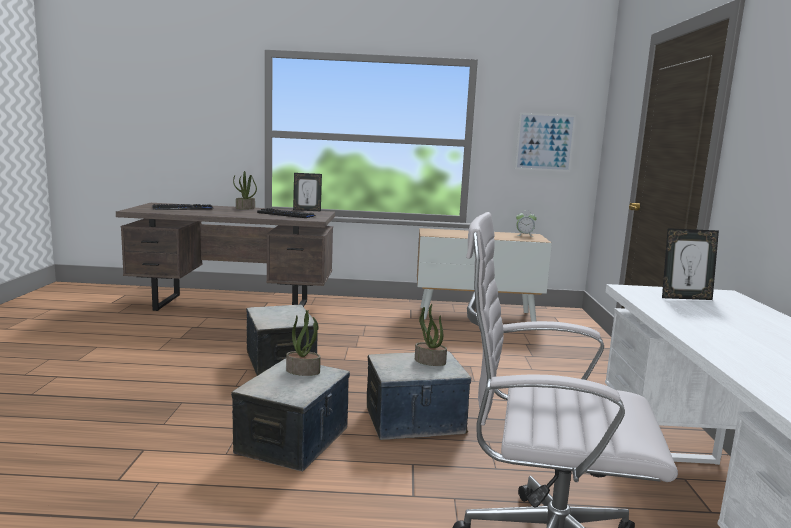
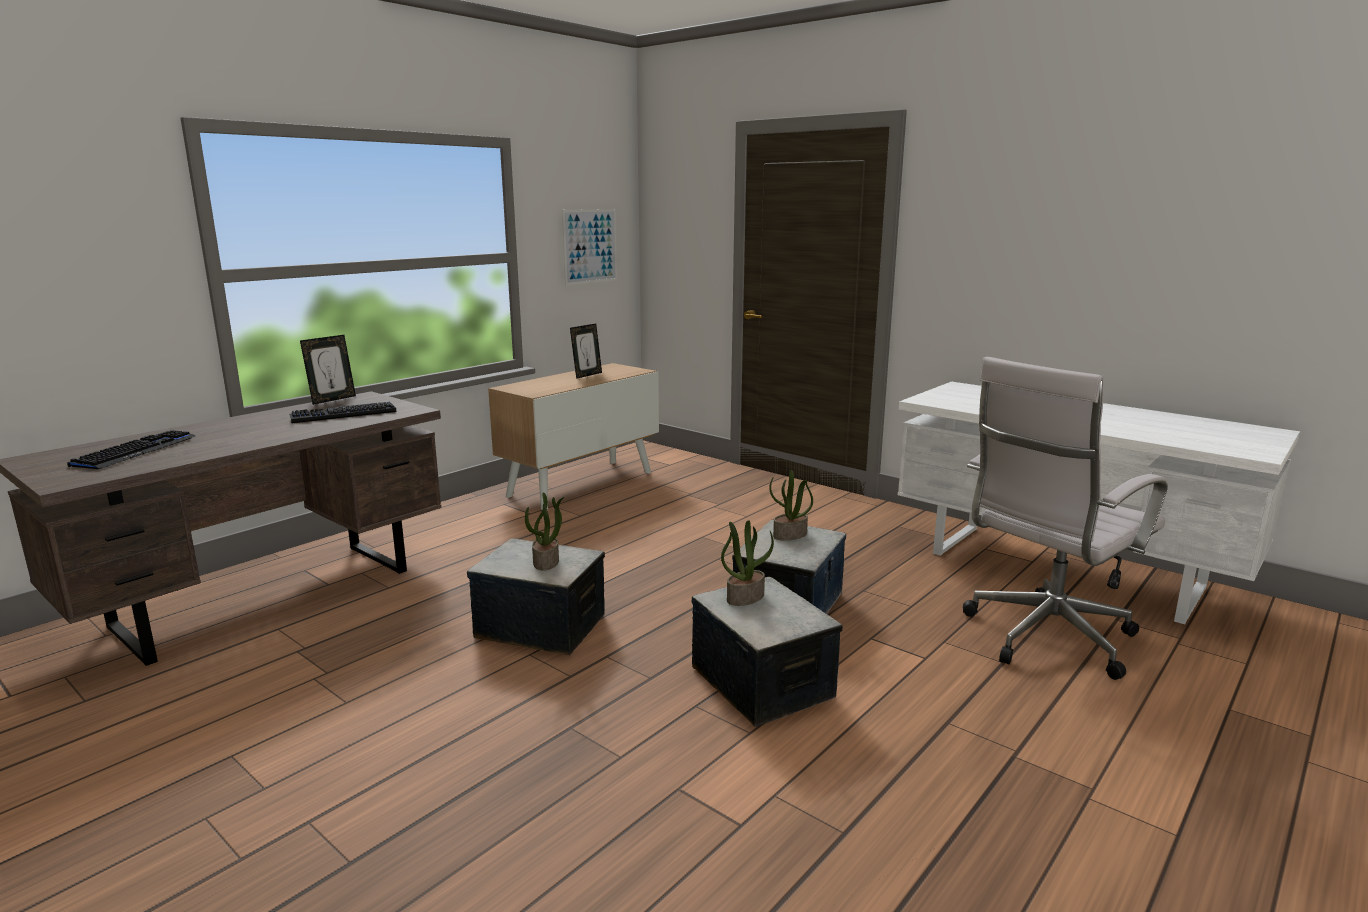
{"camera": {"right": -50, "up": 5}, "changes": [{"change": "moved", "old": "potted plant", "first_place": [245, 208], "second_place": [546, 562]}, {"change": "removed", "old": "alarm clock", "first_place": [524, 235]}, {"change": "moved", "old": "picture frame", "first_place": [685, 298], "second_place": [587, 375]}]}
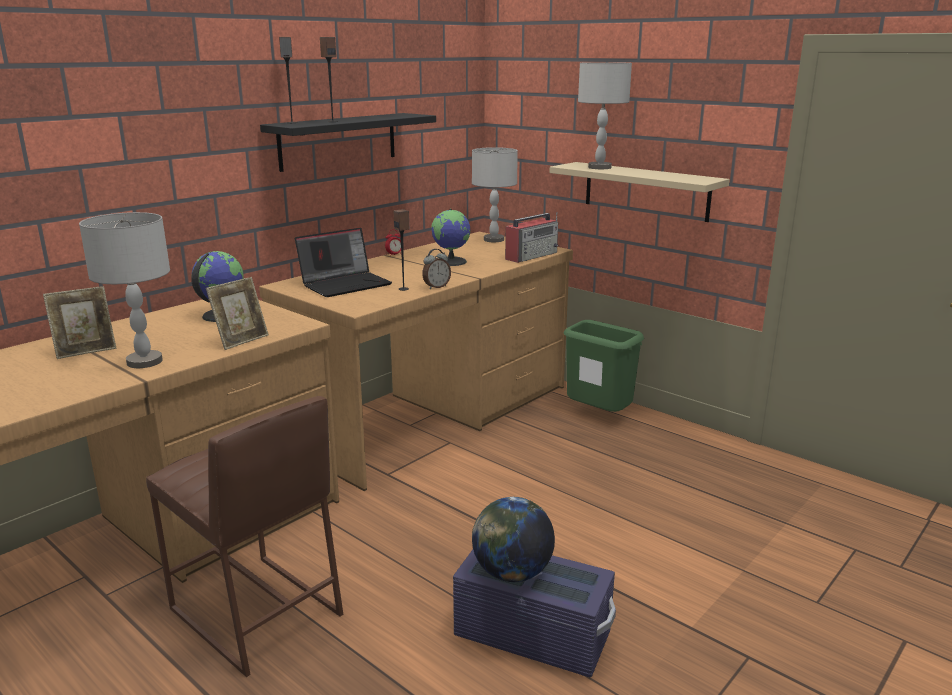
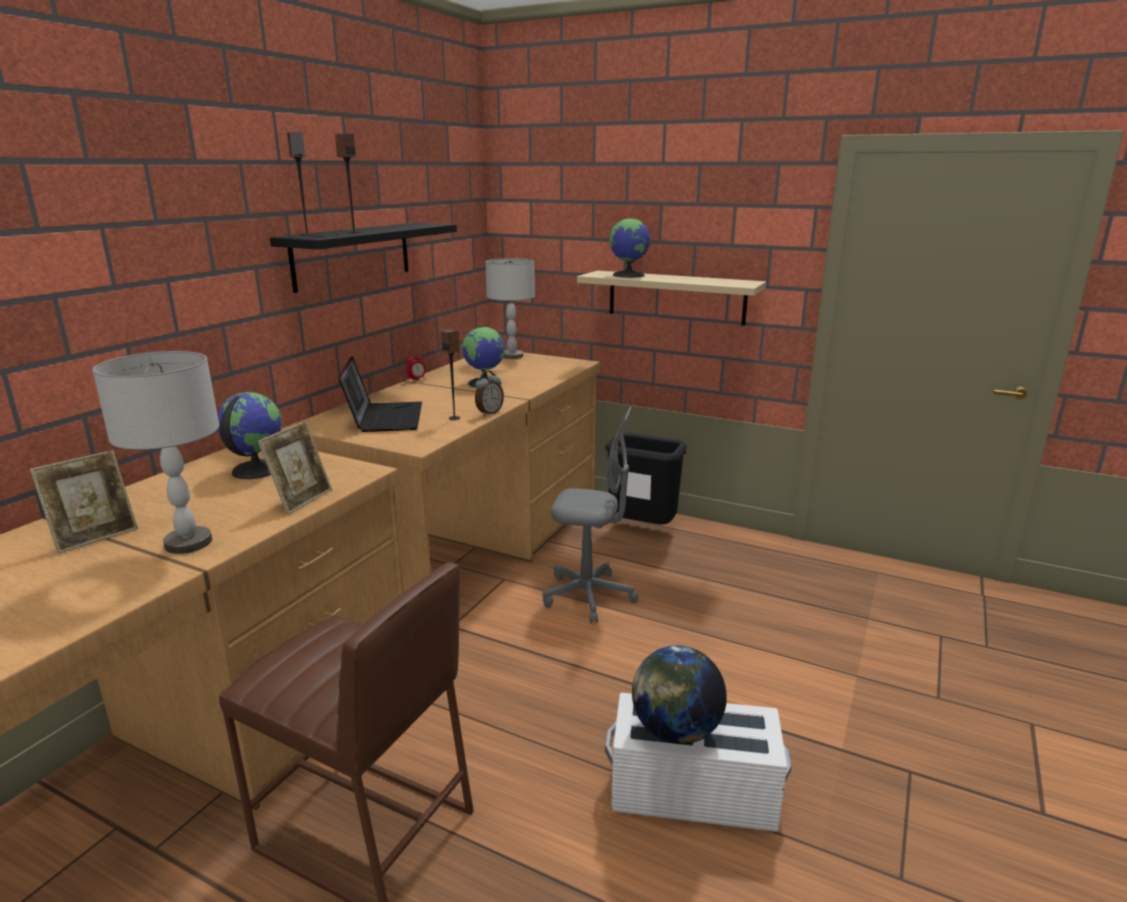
{"camera": {"right": -15, "up": 0}, "changes": [{"change": "turned", "old": "laptop", "first_place": [346, 284], "second_place": [384, 418], "degrees": -45}, {"change": "recoloured", "old": "storage box in purple", "new": "storage box in white", "first_place": [531, 635], "second_place": [692, 793]}, {"change": "removed", "old": "radio", "first_place": [532, 256]}, {"change": "recoloured", "old": "trash can in green", "new": "trash can in black", "first_place": [599, 416], "second_place": [643, 530]}, {"change": "replaced", "old": "table lamp in grey", "new": "globe", "first_place": [600, 167], "second_place": [629, 275]}, {"change": "added", "new": "office chair in grey", "second_place": [588, 596]}]}
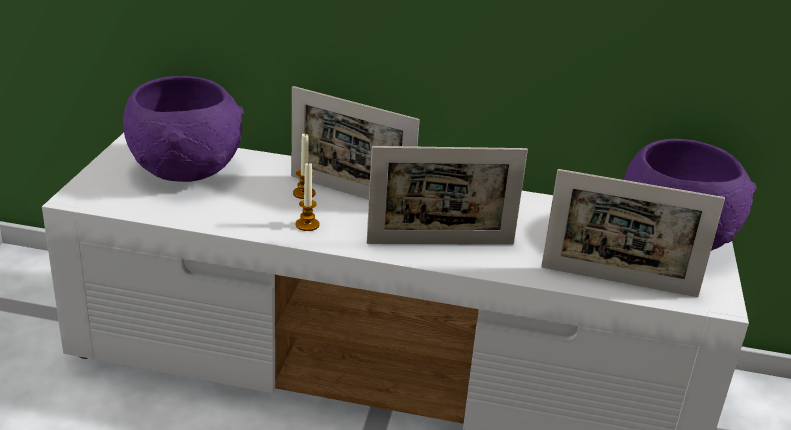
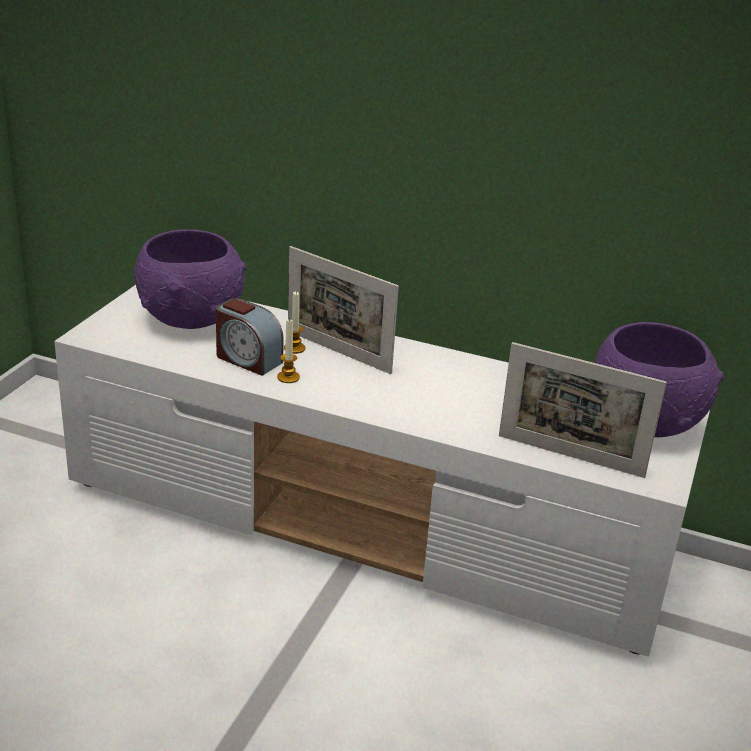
{"camera": {"right": 10, "up": 0}, "changes": [{"change": "removed", "old": "picture frame", "first_place": [440, 243]}, {"change": "added", "new": "alarm clock", "second_place": [247, 359]}]}
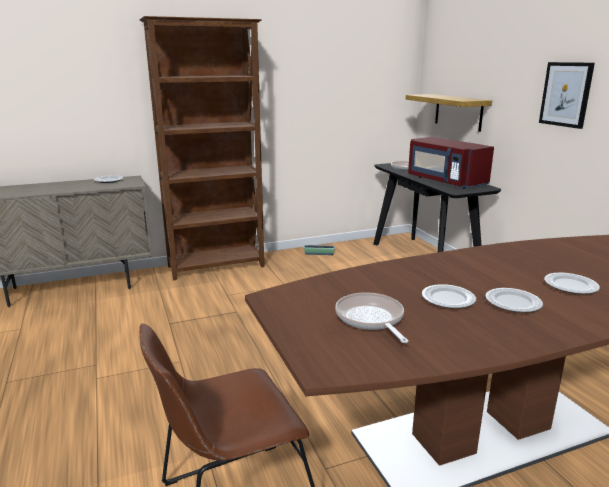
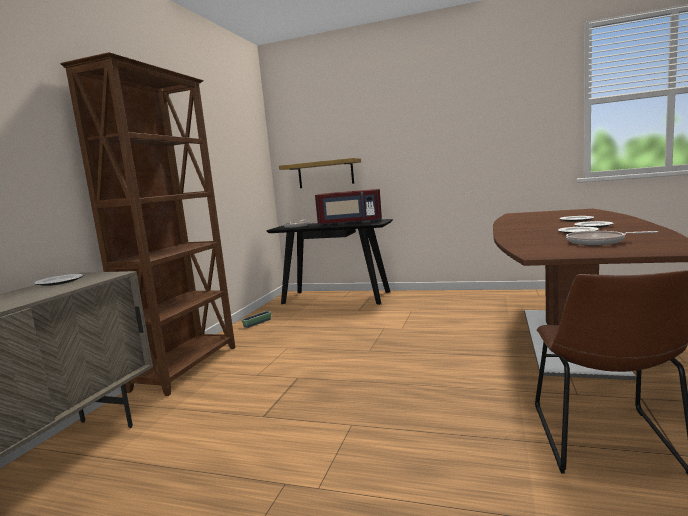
{"camera": {"right": -50, "up": -10}, "changes": [{"change": "removed", "old": "picture", "first_place": [566, 94]}]}
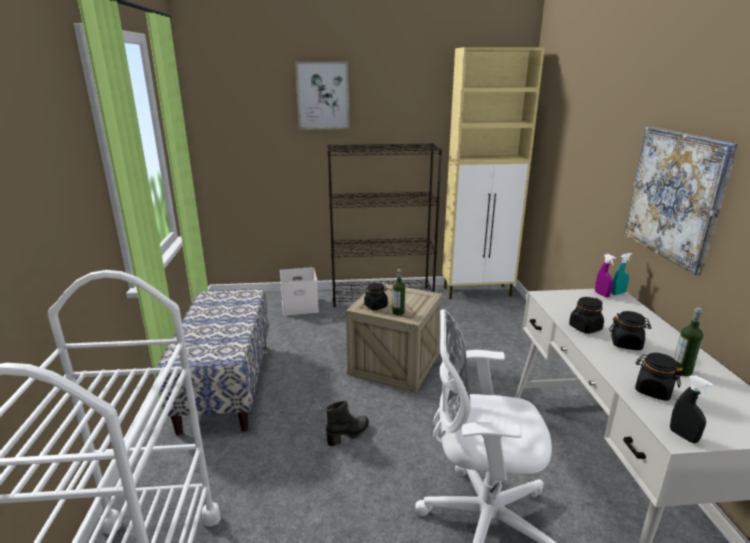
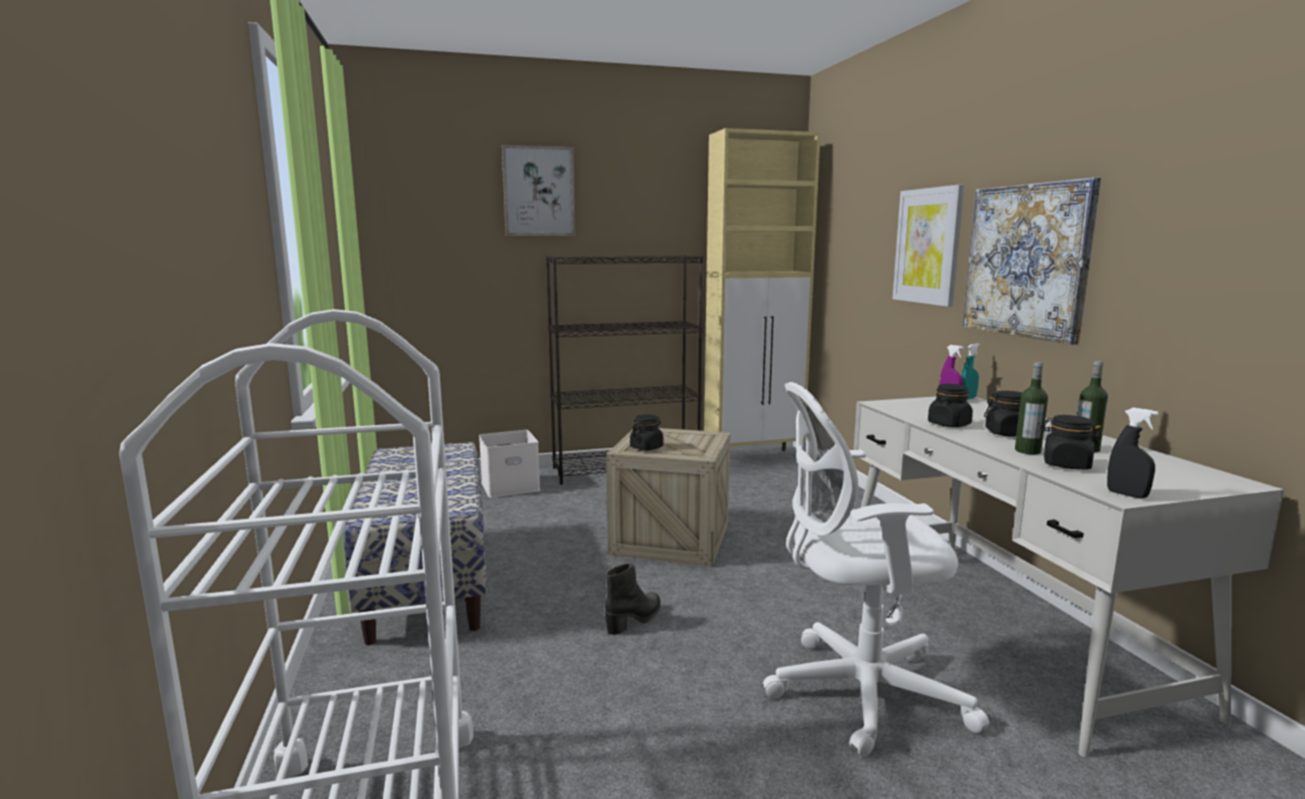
{"camera": {"right": -10, "up": -10}, "changes": [{"change": "moved", "old": "bottle", "first_place": [398, 312], "second_place": [1027, 451]}, {"change": "added", "new": "picture", "second_place": [927, 246]}]}
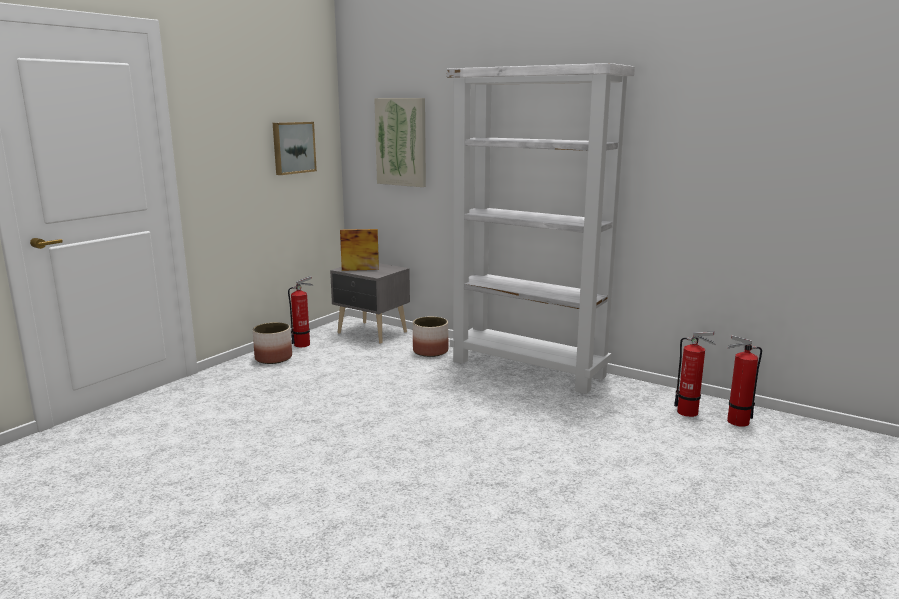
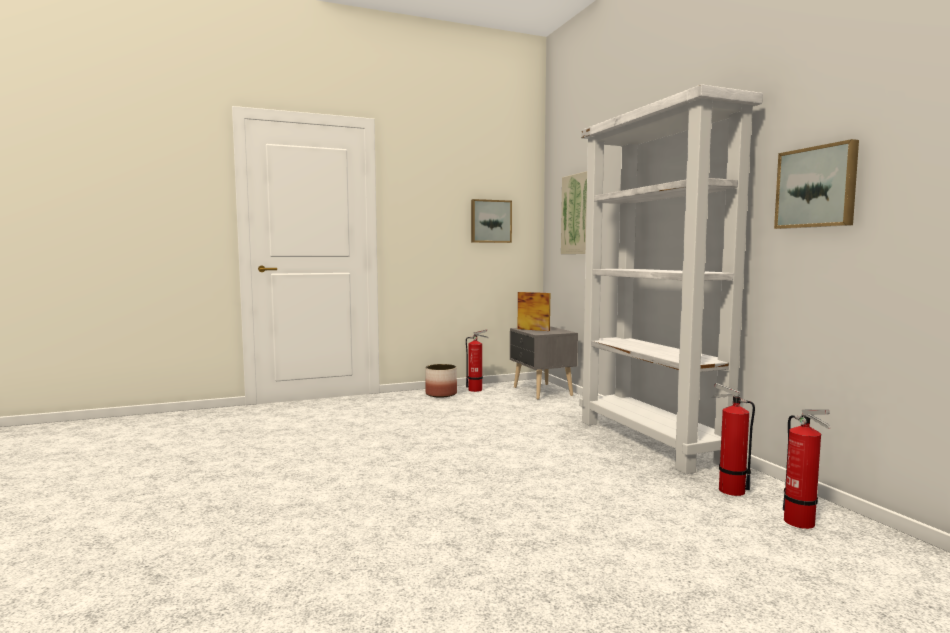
{"camera": {"right": 35, "up": -10}, "changes": [{"change": "removed", "old": "planter", "first_place": [431, 351]}, {"change": "moved", "old": "fire extinguisher", "first_place": [735, 421], "second_place": [728, 489]}, {"change": "added", "new": "picture", "second_place": [817, 187]}]}
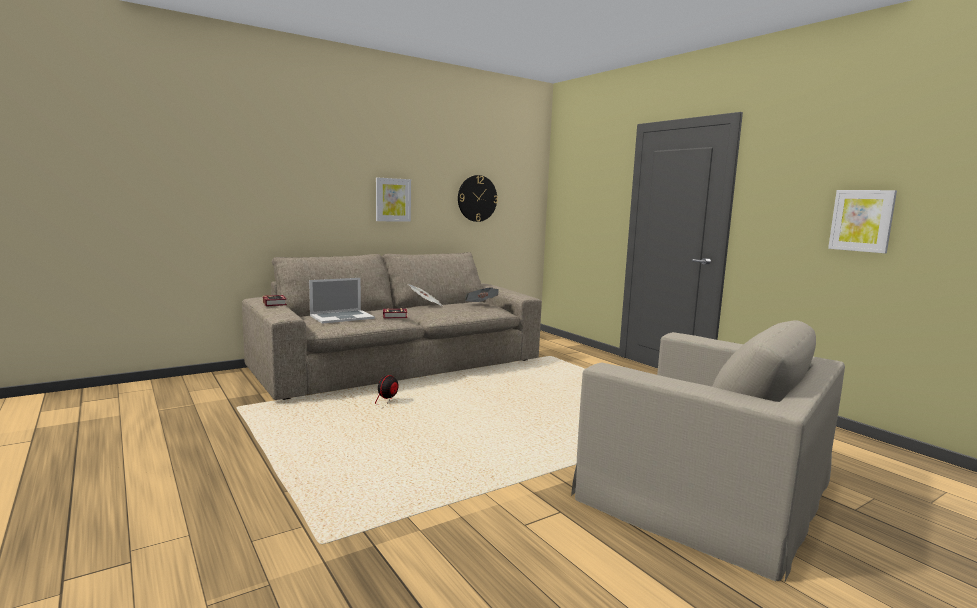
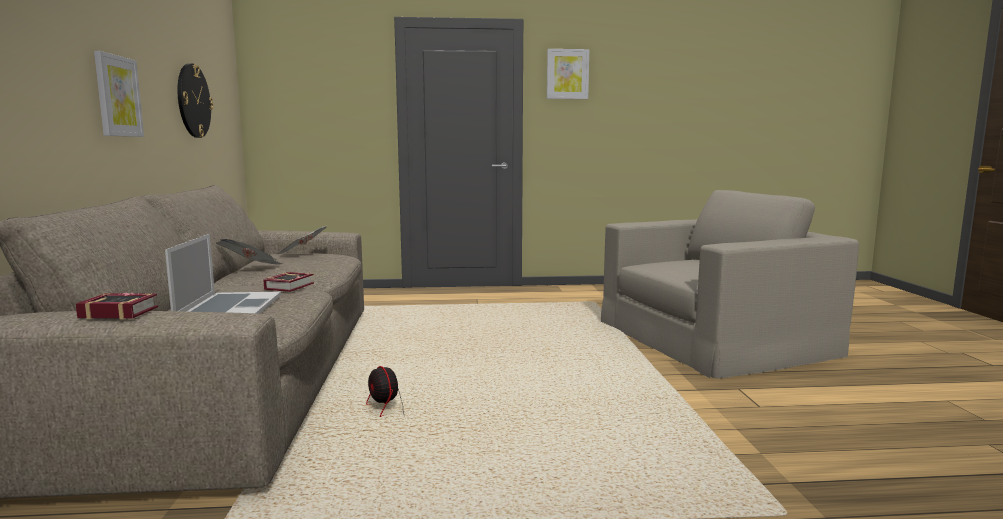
{"camera": {"right": -60, "up": 0}, "changes": [{"change": "moved", "old": "picture", "first_place": [862, 220], "second_place": [567, 74]}]}
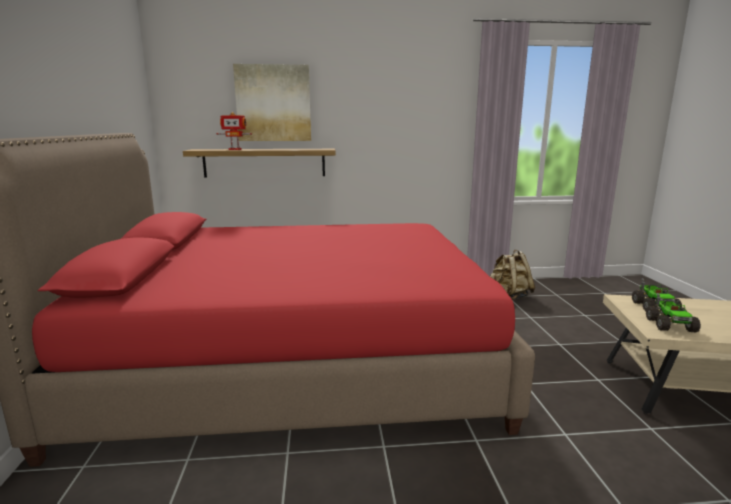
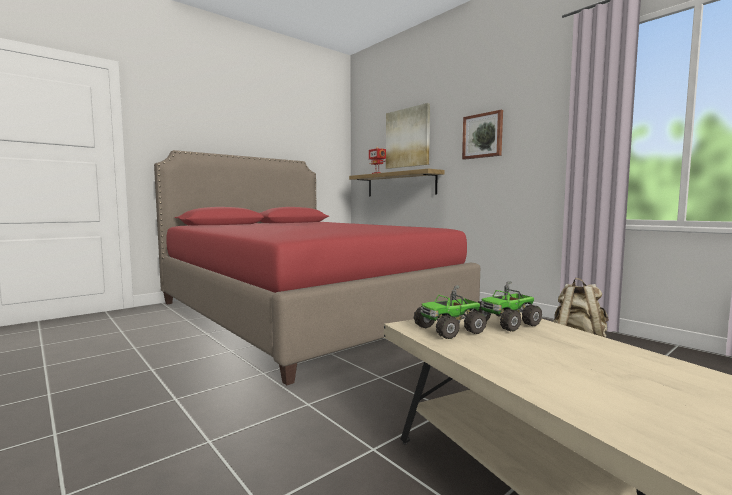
{"camera": {"right": 55, "up": -10}, "changes": [{"change": "added", "new": "picture", "second_place": [483, 135]}]}
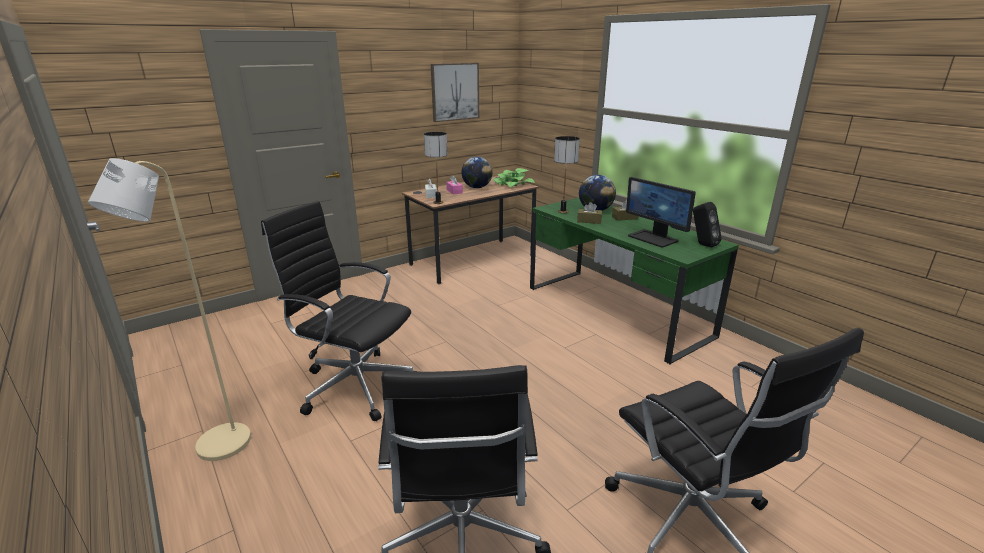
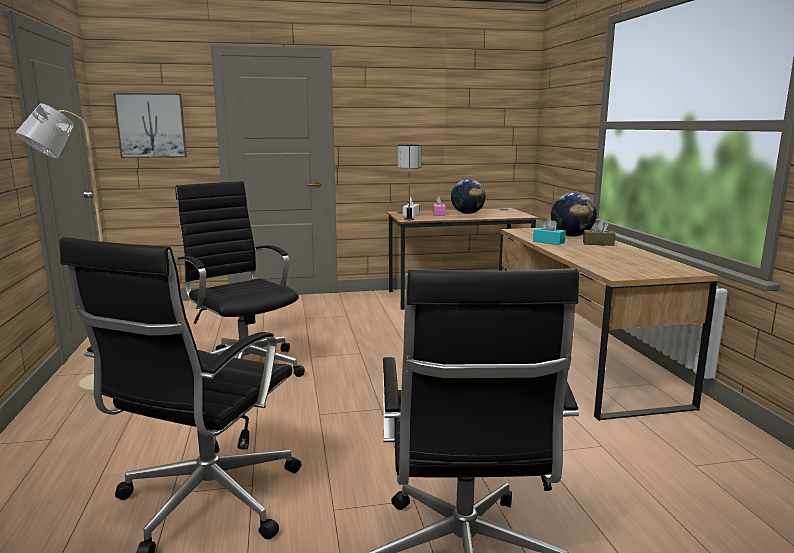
{"camera": {"right": 25, "up": -10}, "changes": [{"change": "moved", "old": "picture", "first_place": [455, 92], "second_place": [151, 125]}, {"change": "removed", "old": "potted plant", "first_place": [513, 184]}, {"change": "recoloured", "old": "desk in green", "new": "desk in brown", "first_place": [615, 311], "second_place": [580, 361]}, {"change": "removed", "old": "table lamp", "first_place": [563, 211]}, {"change": "recoloured", "old": "tissue box in brown", "new": "tissue box in turquoise", "first_place": [589, 221], "second_place": [548, 242]}, {"change": "removed", "old": "monitor", "first_place": [653, 238]}, {"change": "removed", "old": "speaker in black", "first_place": [702, 244]}]}
